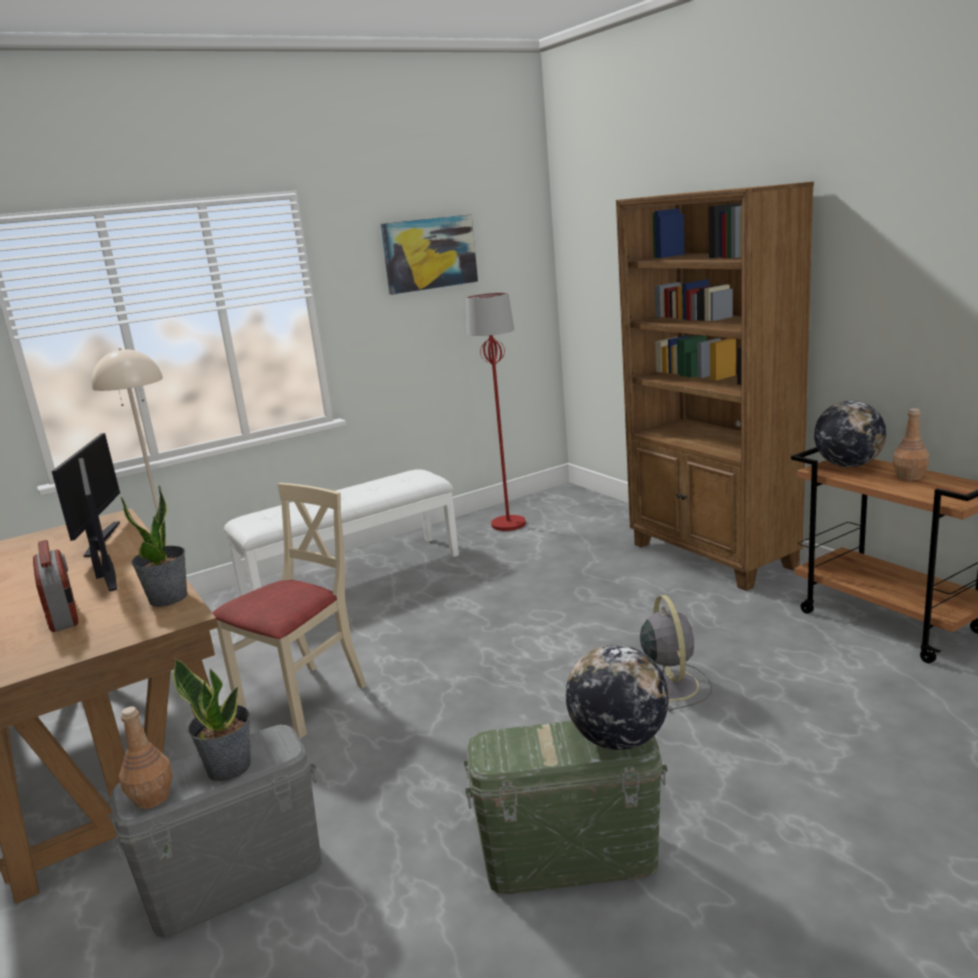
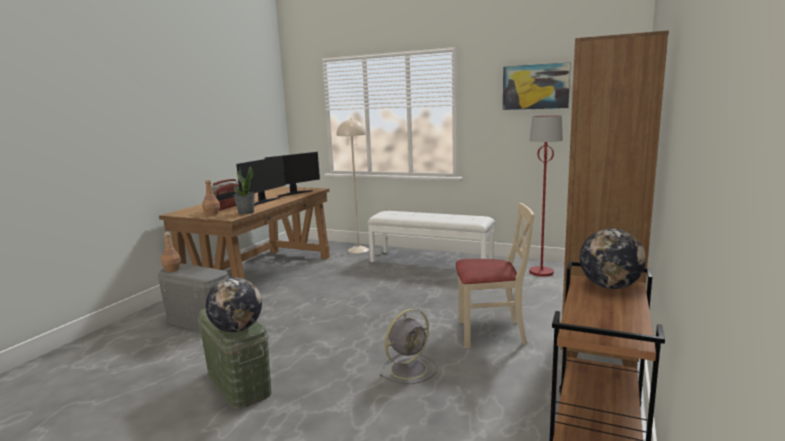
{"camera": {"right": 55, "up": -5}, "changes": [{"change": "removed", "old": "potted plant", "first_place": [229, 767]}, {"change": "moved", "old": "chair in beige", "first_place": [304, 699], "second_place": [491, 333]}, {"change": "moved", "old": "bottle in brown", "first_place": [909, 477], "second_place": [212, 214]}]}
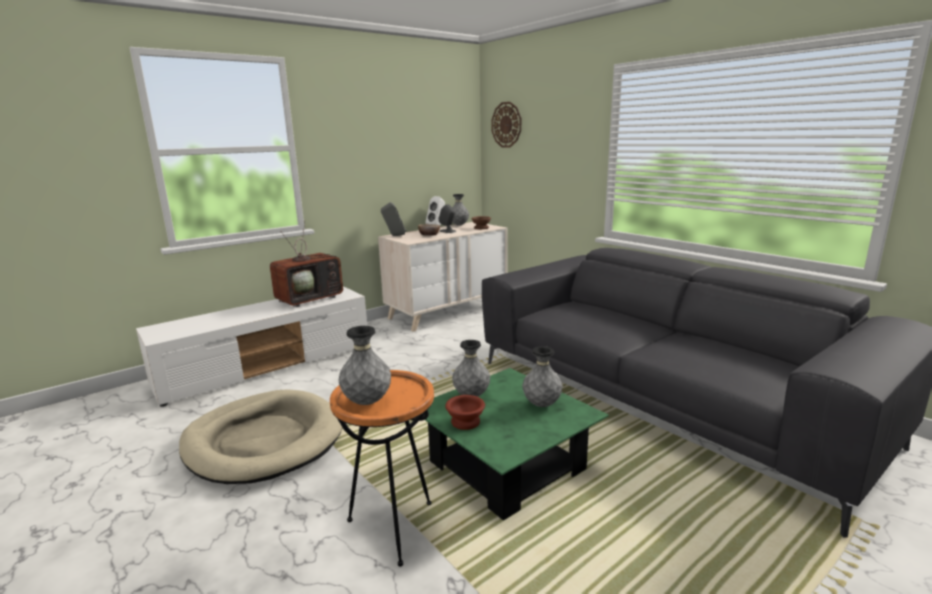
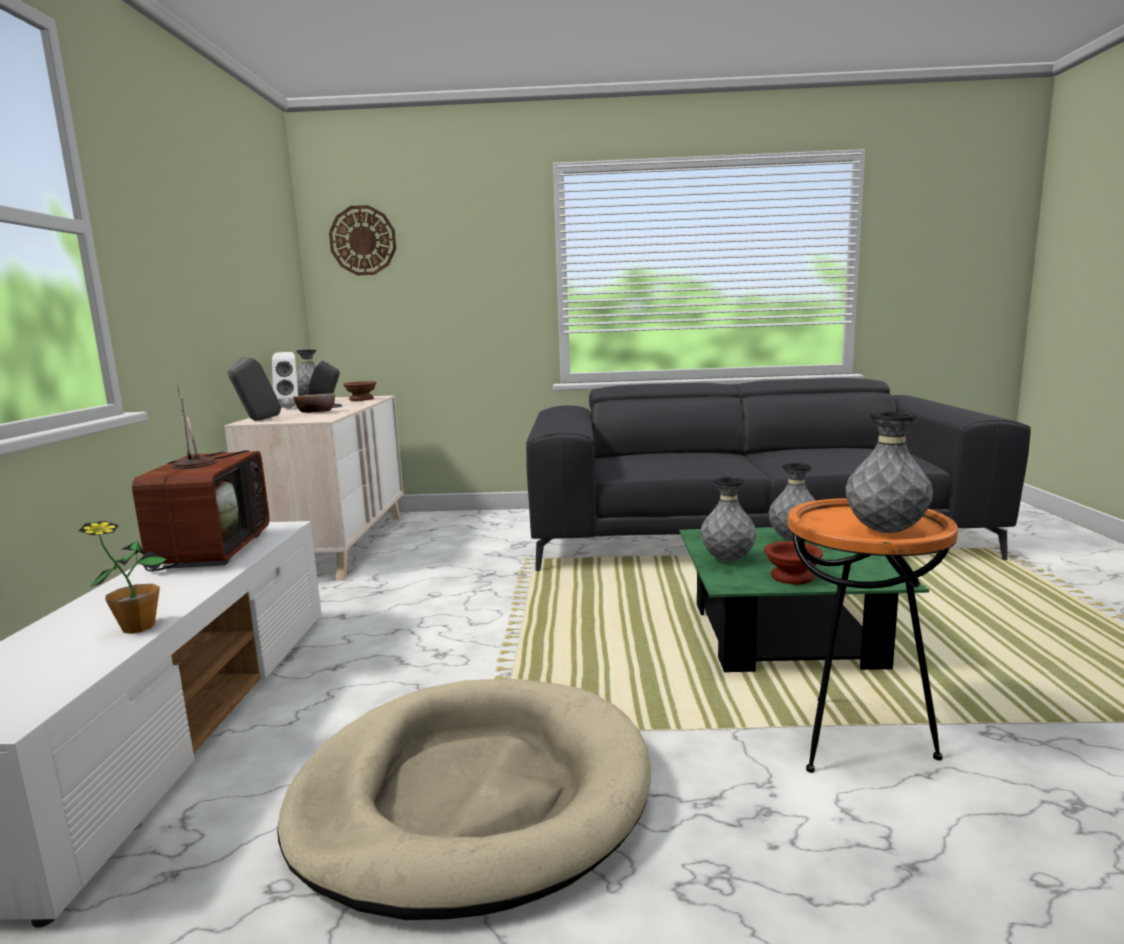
{"camera": {"right": -50, "up": -5}, "changes": [{"change": "added", "new": "potted plant", "second_place": [138, 627]}]}
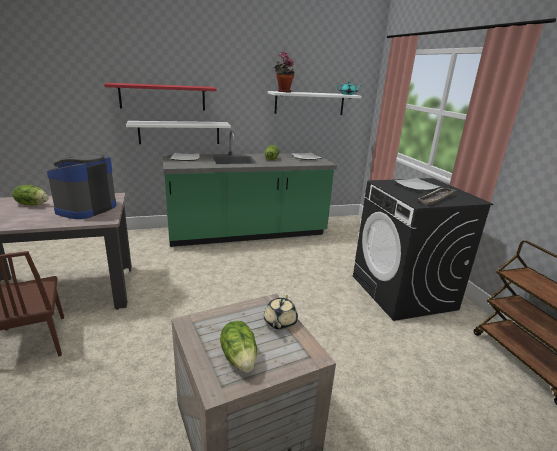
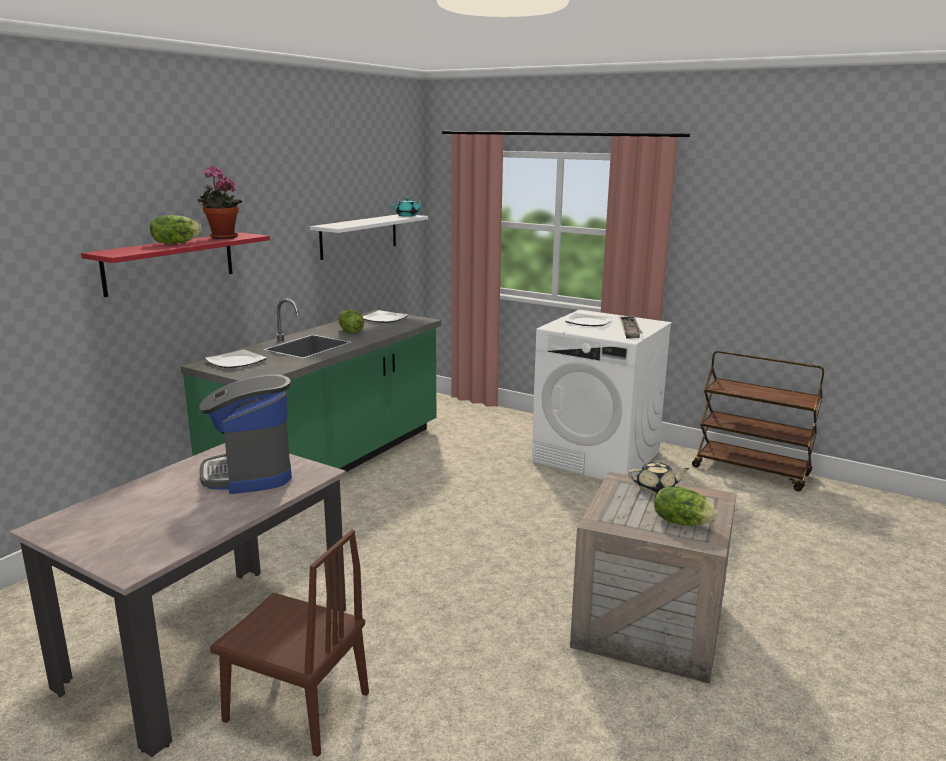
{"camera": {"right": -40, "up": -5}, "changes": [{"change": "moved", "old": "lettuce", "first_place": [32, 204], "second_place": [175, 243]}, {"change": "removed", "old": "shelf in white", "first_place": [179, 132]}, {"change": "turned", "old": "teapot in beige", "first_place": [280, 322], "second_place": [656, 489], "degrees": -60}, {"change": "moved", "old": "potted plant", "first_place": [283, 91], "second_place": [221, 238]}, {"change": "recoloured", "old": "washing machine in black", "new": "washing machine in white", "first_place": [403, 292], "second_place": [597, 457]}]}
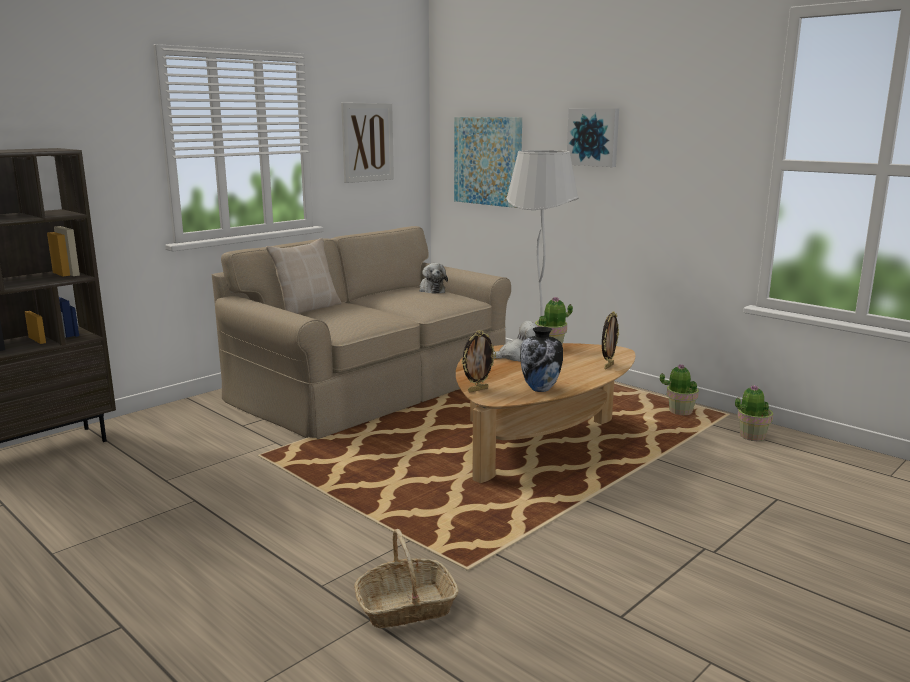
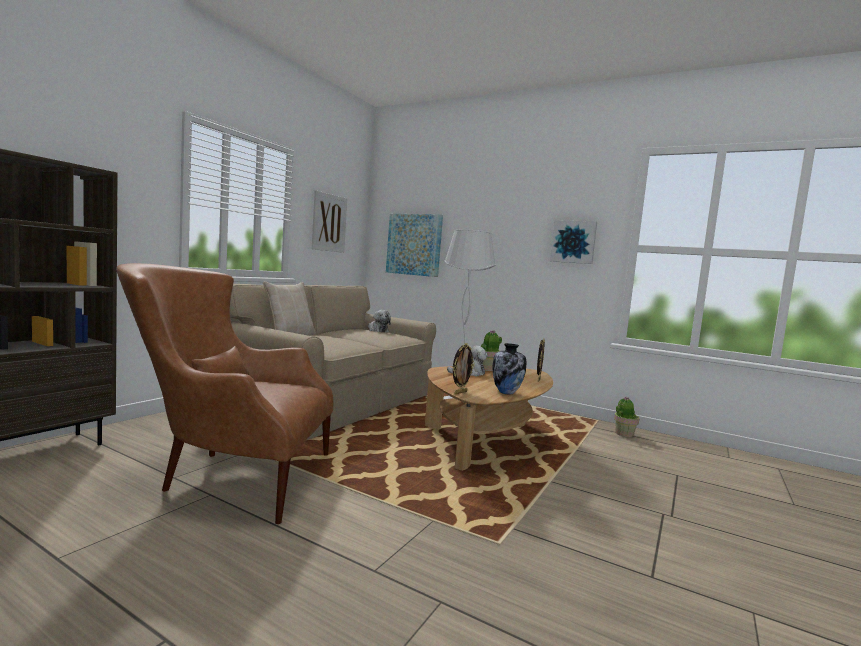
{"camera": {"right": -15, "up": -10}, "changes": [{"change": "removed", "old": "basket", "first_place": [406, 607]}, {"change": "moved", "old": "picture", "first_place": [593, 137], "second_place": [573, 242]}, {"change": "removed", "old": "potted plant", "first_place": [680, 412]}, {"change": "added", "new": "armchair in brown", "second_place": [227, 476]}]}
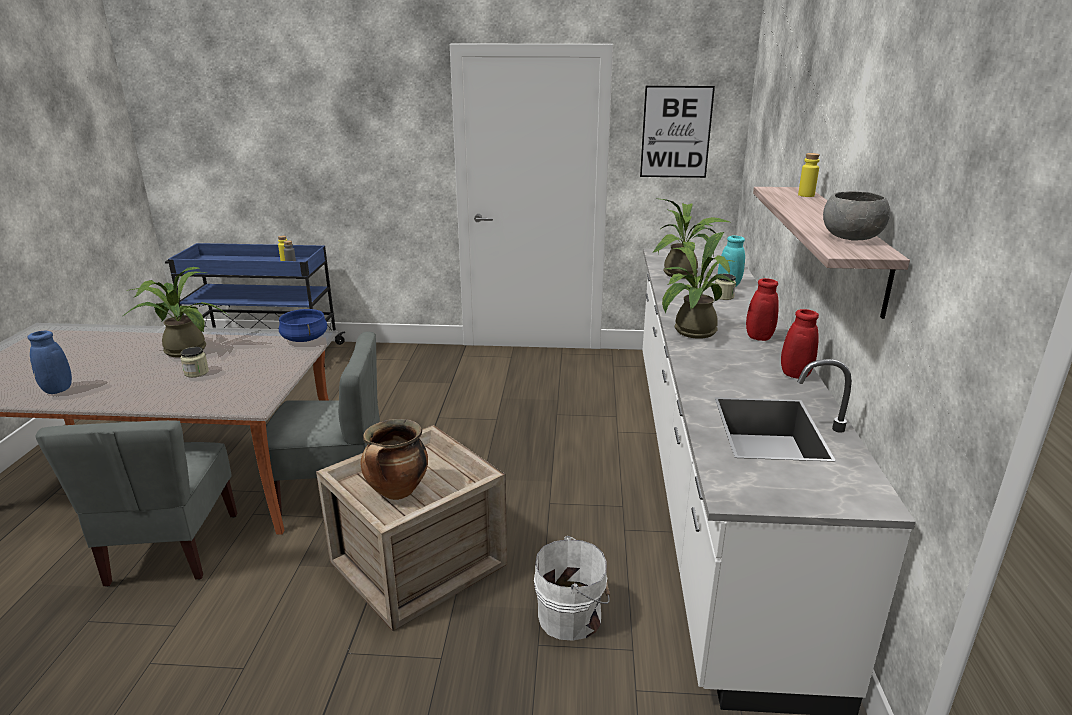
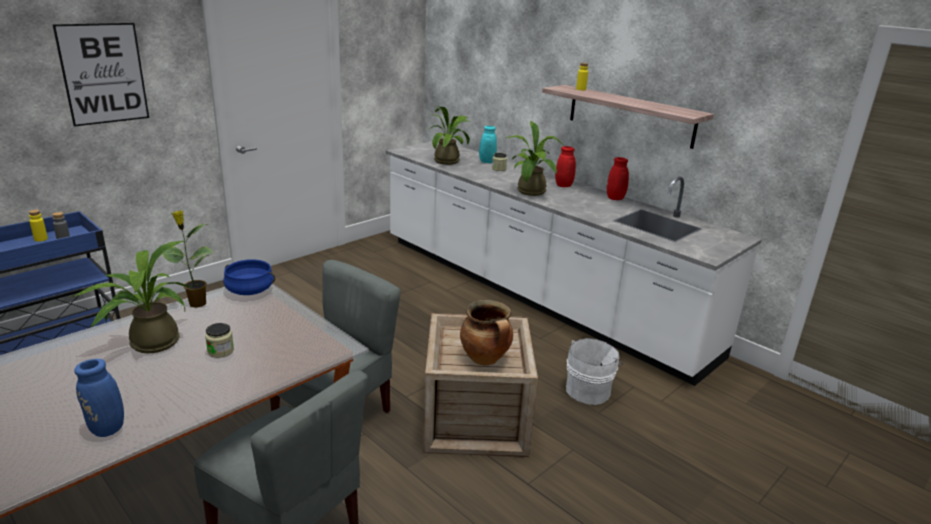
{"camera": {"right": -50, "up": 0}, "changes": [{"change": "moved", "old": "picture", "first_place": [676, 132], "second_place": [103, 74]}, {"change": "removed", "old": "bowl in grey", "first_place": [852, 237]}, {"change": "added", "new": "potted plant", "second_place": [196, 303]}]}
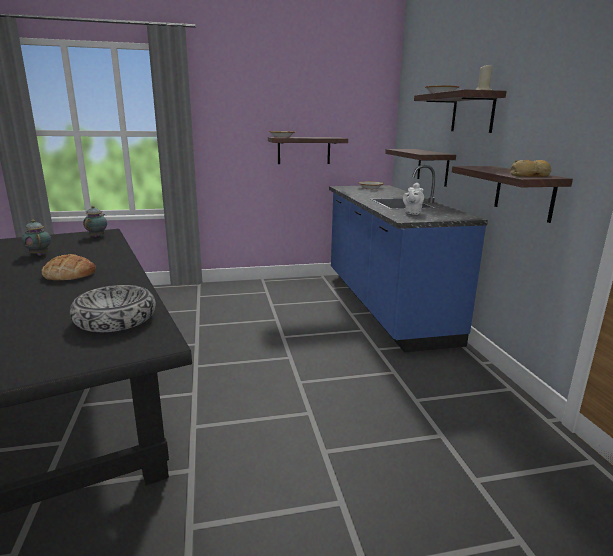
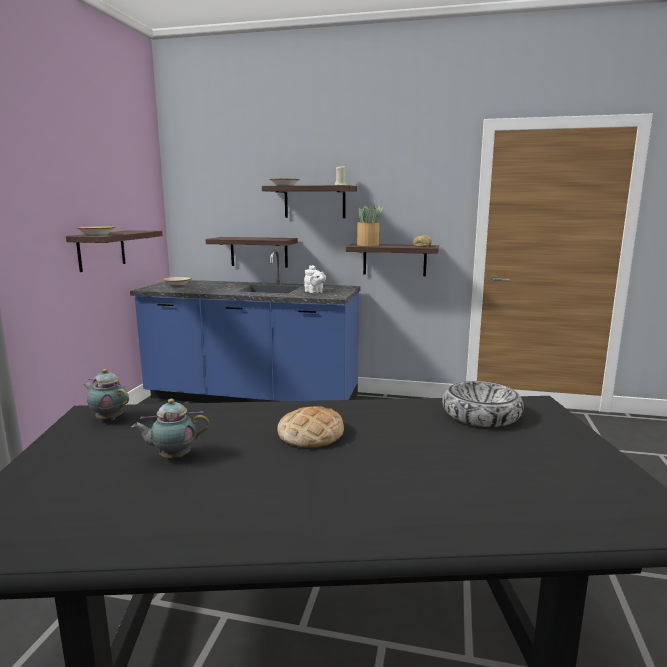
{"camera": {"right": -65, "up": -5}, "changes": [{"change": "added", "new": "potted plant", "second_place": [367, 245]}]}
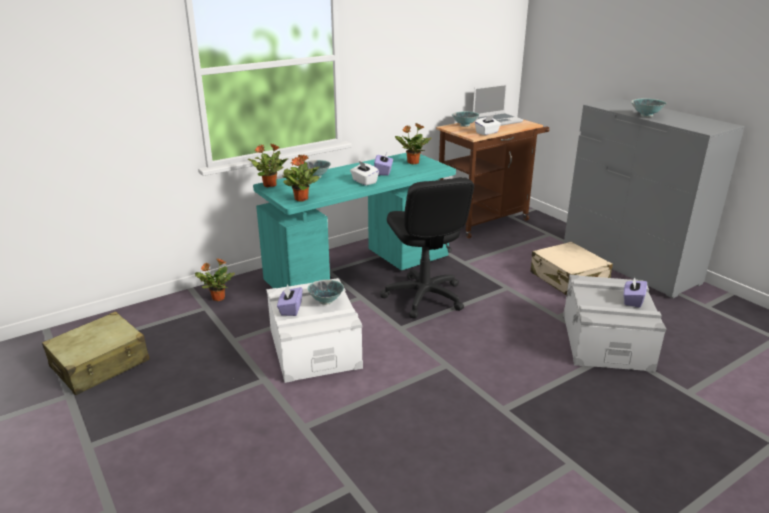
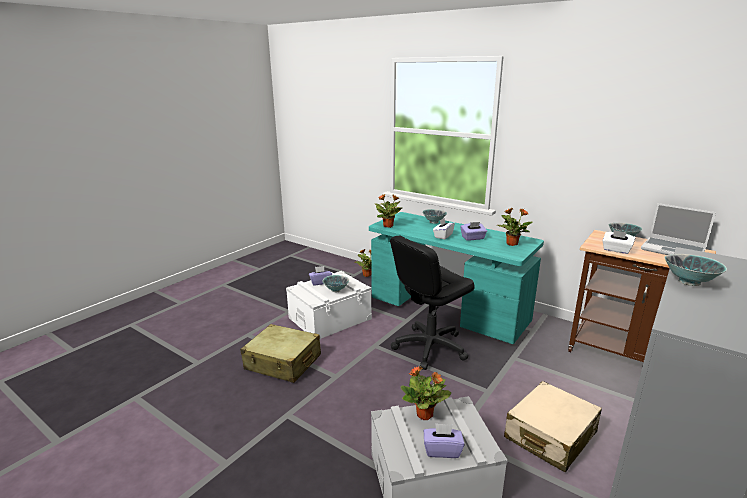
{"camera": {"right": 70, "up": -5}, "changes": [{"change": "moved", "old": "suitcase in beige", "first_place": [100, 364], "second_place": [283, 362]}, {"change": "moved", "old": "potted plant", "first_place": [270, 185], "second_place": [425, 415]}]}
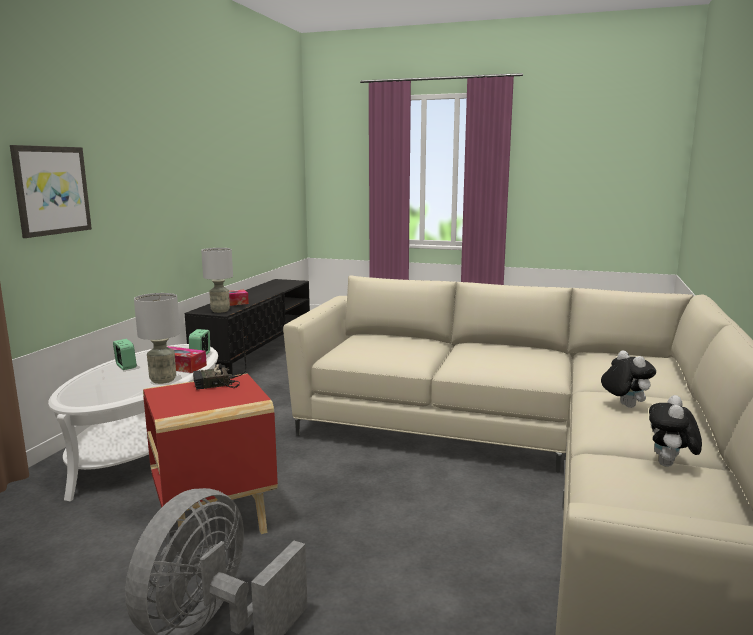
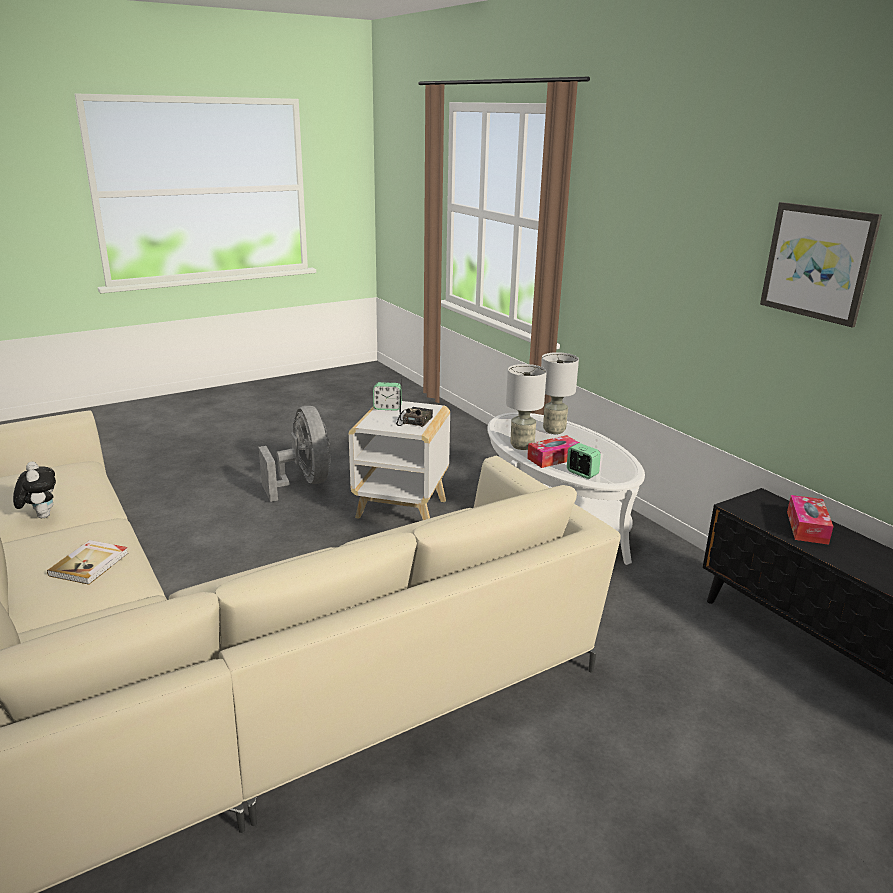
{"camera": {"right": 130, "up": 10}, "changes": [{"change": "moved", "old": "picture", "first_place": [51, 190], "second_place": [818, 262]}, {"change": "moved", "old": "alarm clock", "first_place": [126, 366], "second_place": [387, 408]}, {"change": "recoloured", "old": "side table in red", "new": "side table in white", "first_place": [213, 516], "second_place": [403, 508]}, {"change": "moved", "old": "table lamp in grey", "first_place": [220, 310], "second_place": [554, 430]}, {"change": "replaced", "old": "plush toy", "new": "book", "first_place": [624, 406], "second_place": [90, 564]}]}
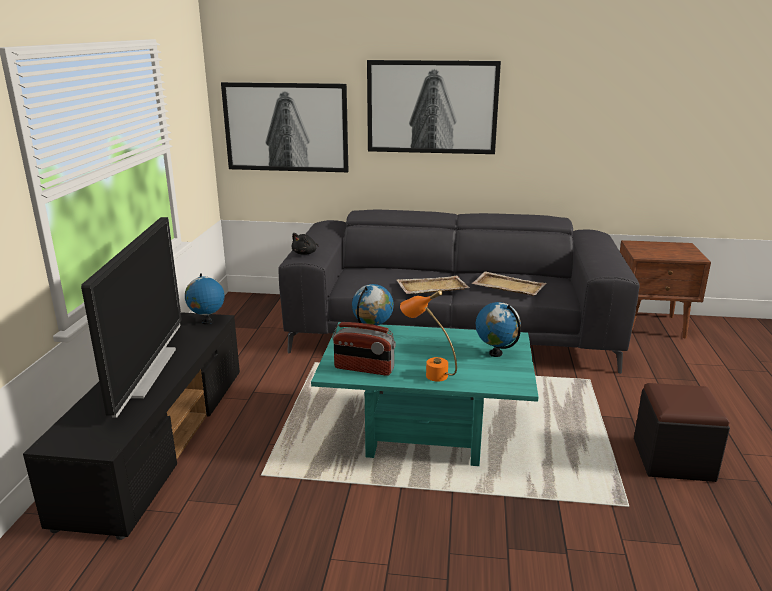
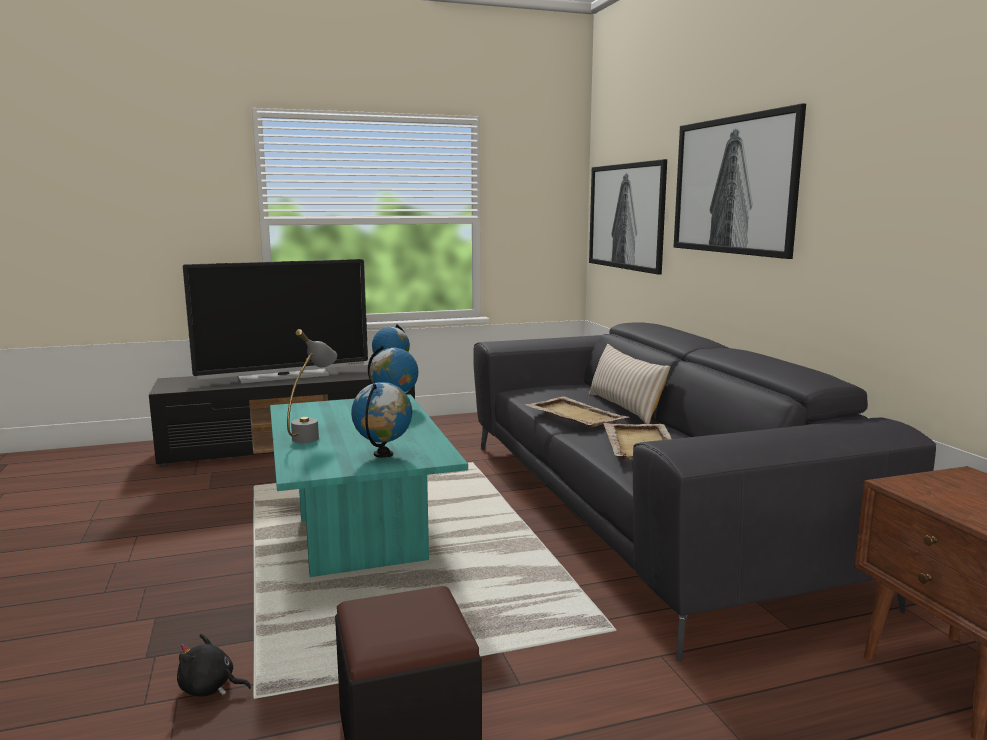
{"camera": {"right": 65, "up": -10}, "changes": [{"change": "moved", "old": "plush toy in black", "first_place": [305, 253], "second_place": [210, 688]}, {"change": "removed", "old": "radio", "first_place": [364, 369]}, {"change": "recoloured", "old": "table lamp in orange", "new": "table lamp in grey", "first_place": [428, 372], "second_place": [312, 435]}, {"change": "added", "new": "pillow in beige", "second_place": [624, 407]}]}
